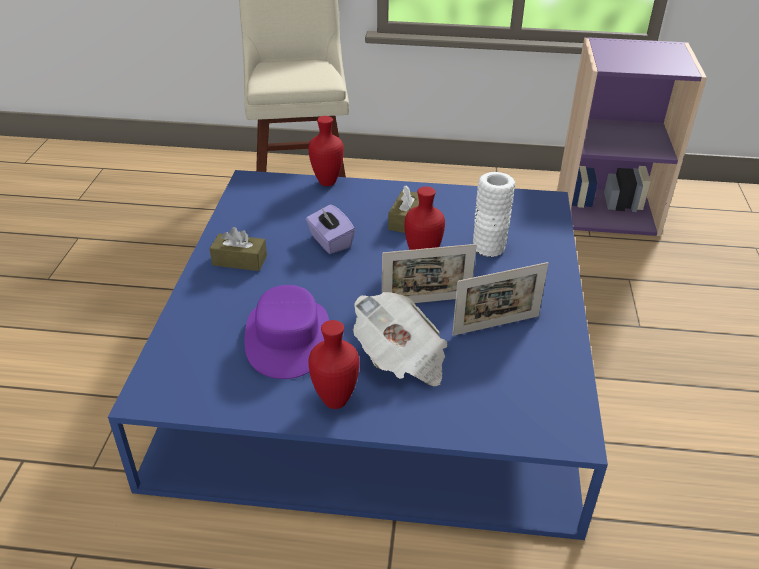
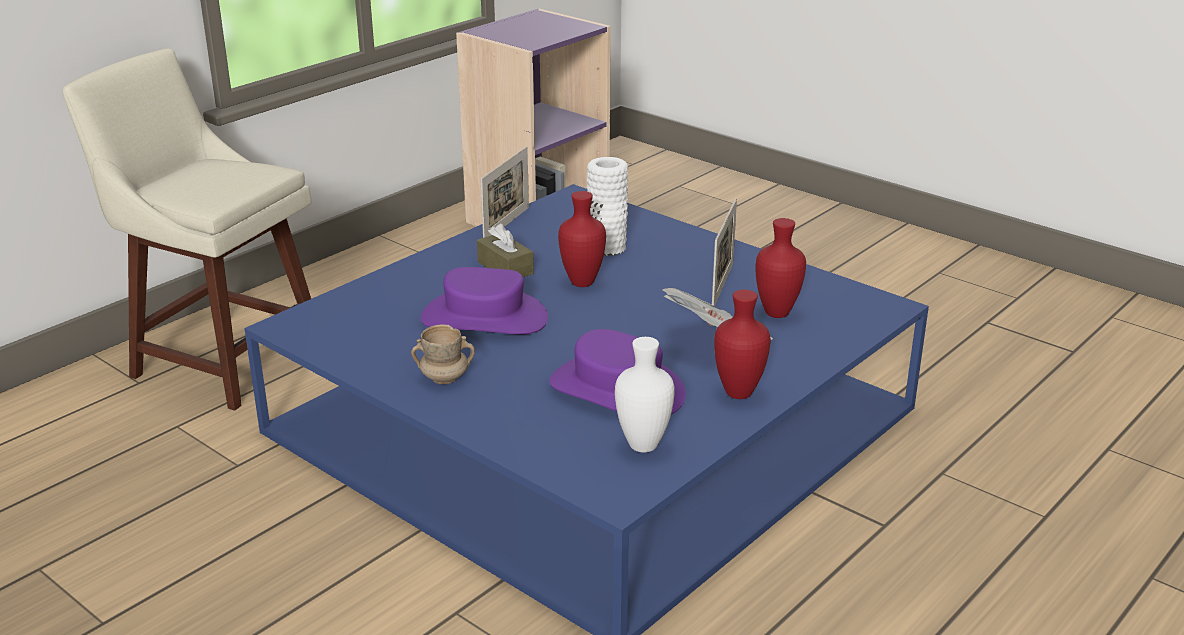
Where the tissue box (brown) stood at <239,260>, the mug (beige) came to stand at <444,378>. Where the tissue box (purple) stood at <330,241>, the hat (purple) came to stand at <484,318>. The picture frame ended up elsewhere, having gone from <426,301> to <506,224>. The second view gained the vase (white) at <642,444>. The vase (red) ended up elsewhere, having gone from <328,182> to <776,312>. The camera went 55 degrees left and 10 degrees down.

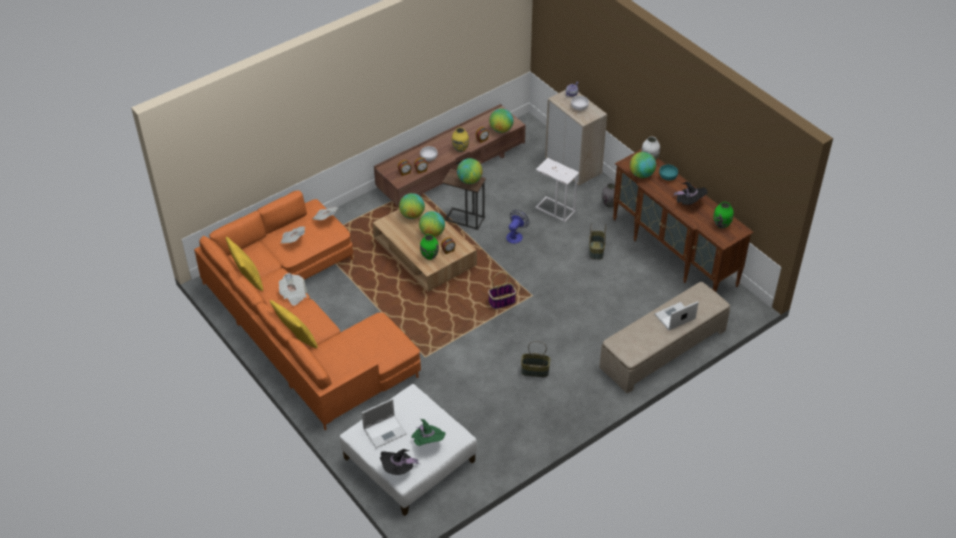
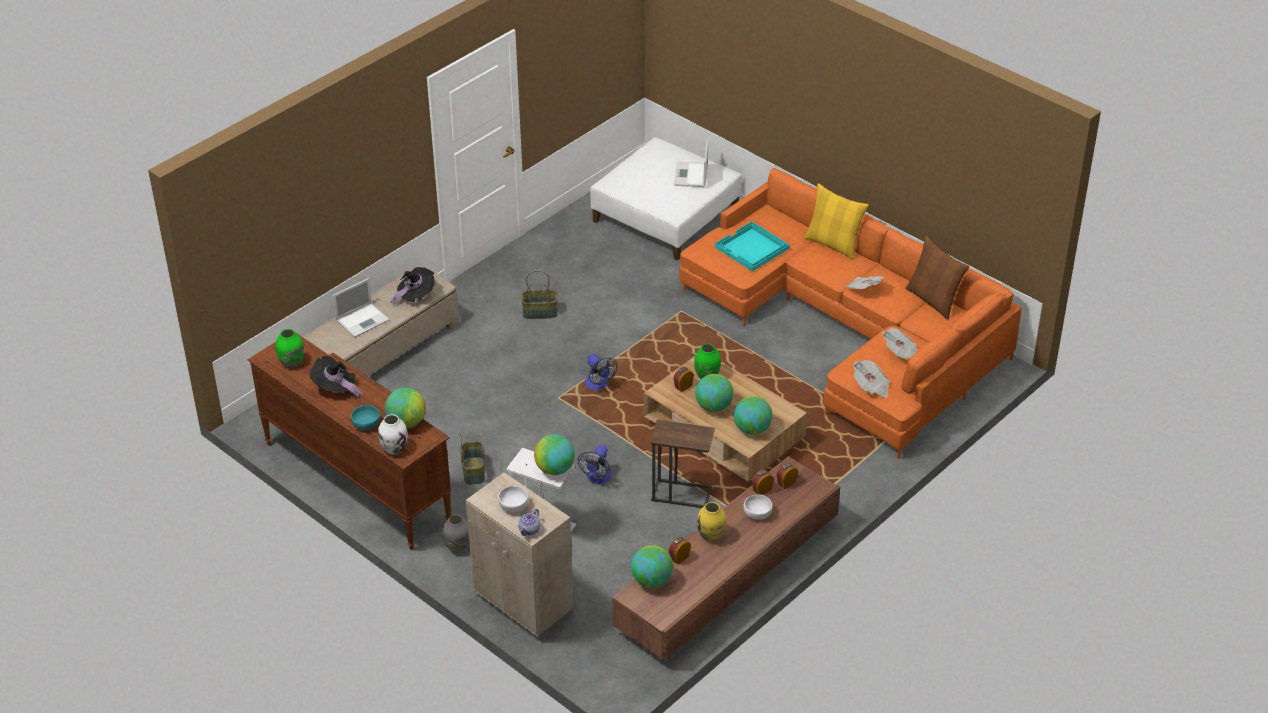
The hat (black) ended up elsewhere, having gone from <398,469> to <415,296>. The globe ended up elsewhere, having gone from <469,180> to <555,469>. Where the basket stood at <501,302>, the fan came to stand at <598,385>. The laptop at <385,431> ended up facing another way, 45 degrees counterclockwise from before. The second view gained the tray (turquoise) at <752,248>. What was the pillow (yellow) at <248,278> turned into the pillow (brown) at <933,300>. The second view lost the hat (green) at <428,442>. The camera went 170 degrees right and 5 degrees down.

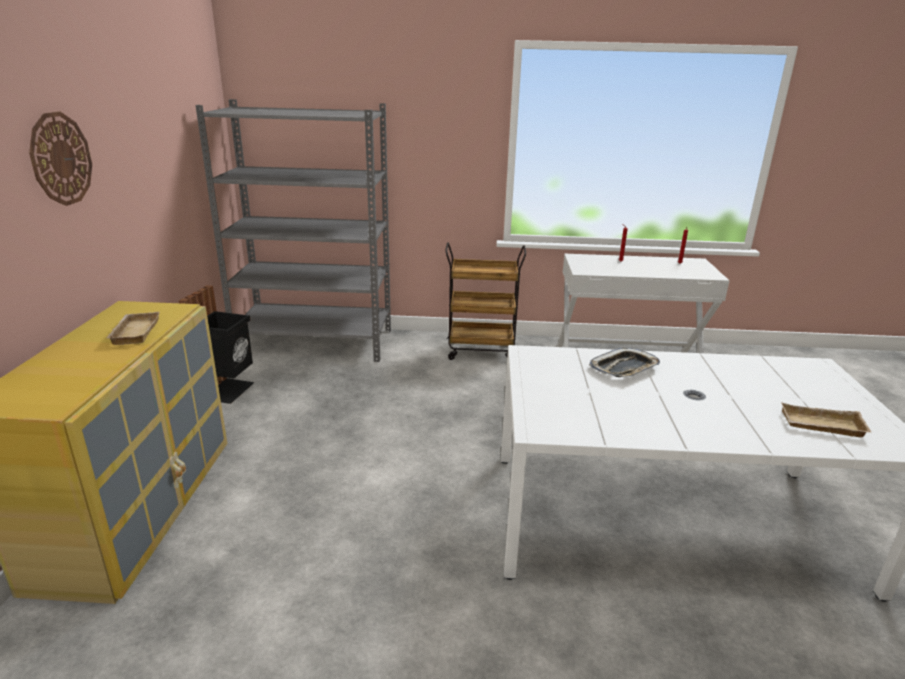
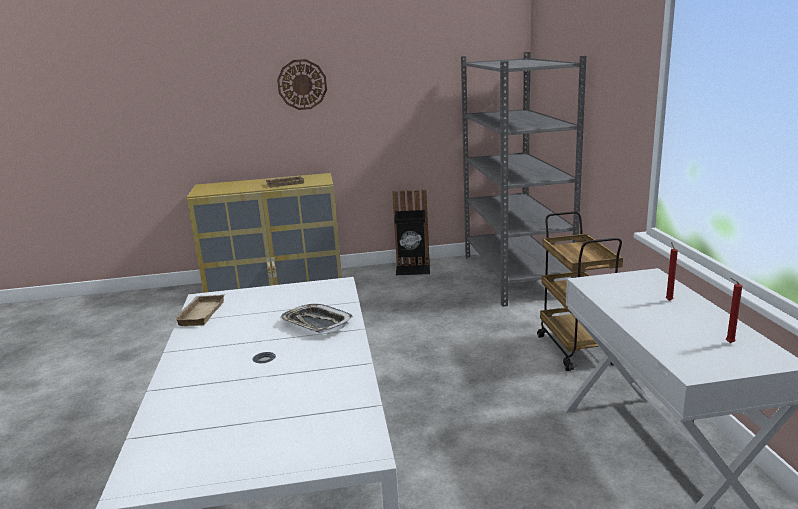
The tray (beige) ended up elsewhere, having gone from <821,426> to <200,313>. The camera went 80 degrees right and 5 degrees down.

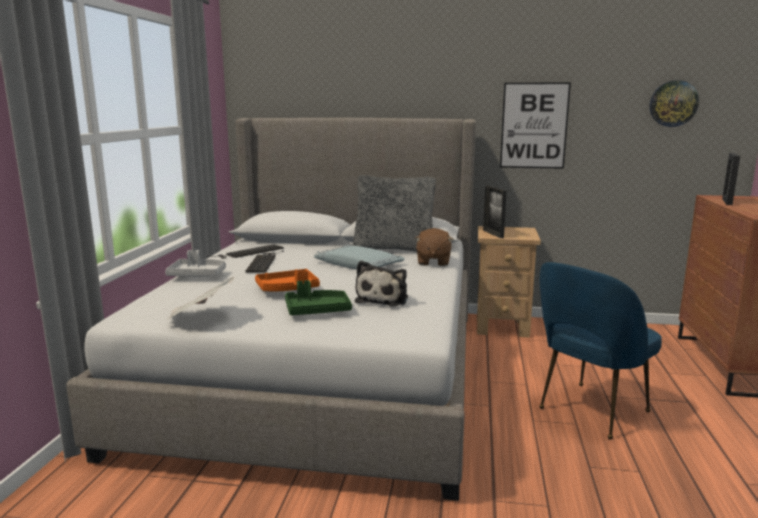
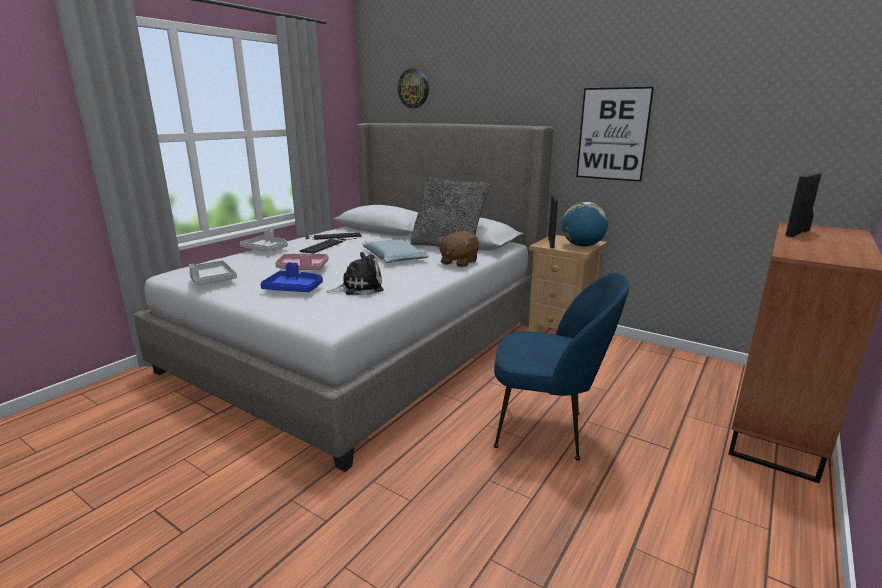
Where the newspaper stood at <200,316>, the tray (grey) came to stand at <212,280>. What was the tray (green) at <317,311> turned into the tray (blue) at <294,289>. What was the tray (orange) at <288,289> turned into the tray (pink) at <302,268>. The plush toy at <383,299> ended up facing another way, 150 degrees counterclockwise from before. The wall clock ended up elsewhere, having gone from <673,103> to <413,88>. The chair (blue) at <588,413> ended up facing another way, 150 degrees counterclockwise from before. The second view gained the globe at <582,246>. The camera went 25 degrees right and 5 degrees up.

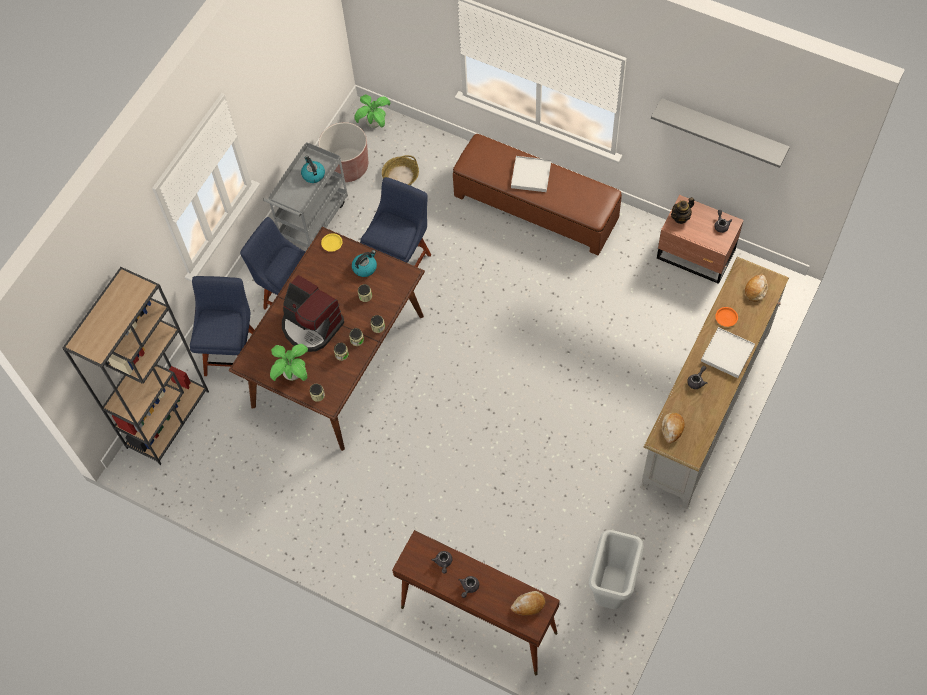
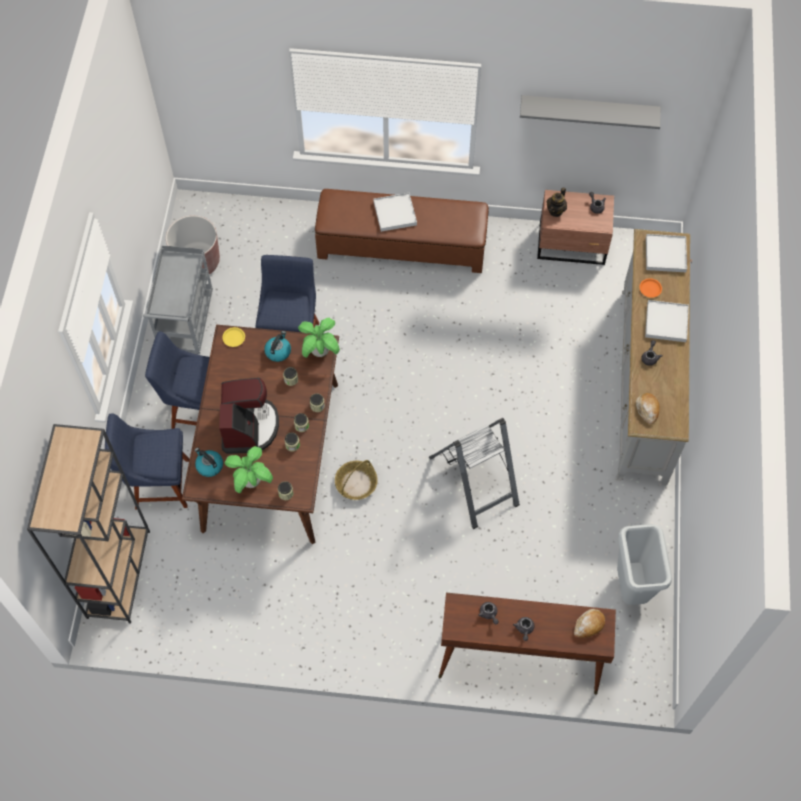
The chair (blue) at <233,352> ended up facing another way, 75 degrees counterclockwise from before. The kettle ended up elsewhere, having gone from <313,174> to <209,465>. The coffee machine at <311,326> ended up facing another way, 105 degrees counterclockwise from before. The potted plant ended up elsewhere, having gone from <374,124> to <320,352>. The basket ended up elsewhere, having gone from <400,176> to <356,483>. The second view gained the step ladder (grey) at <474,481>. Where the bread stood at <755,290>, the tray (white) came to stand at <665,254>. The camera went 25 degrees left and 0 degrees up.

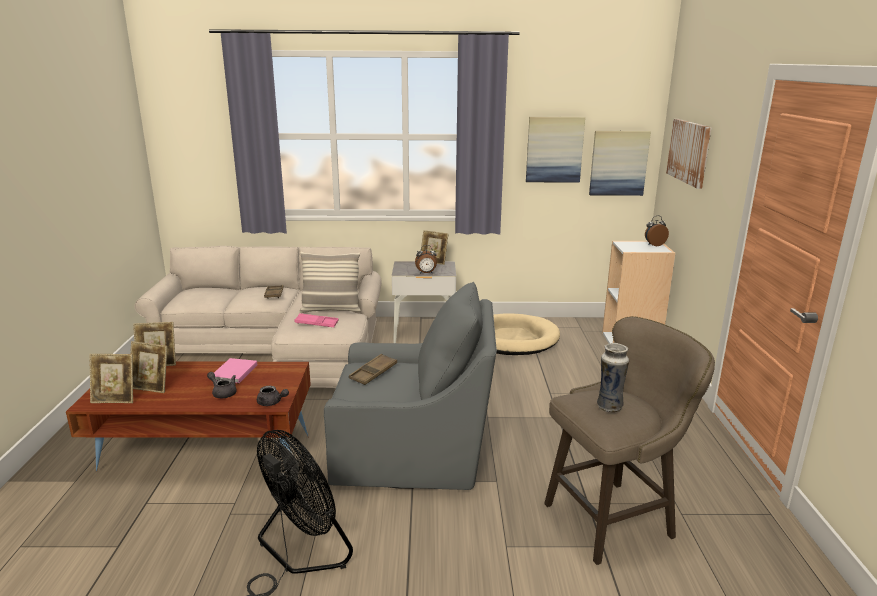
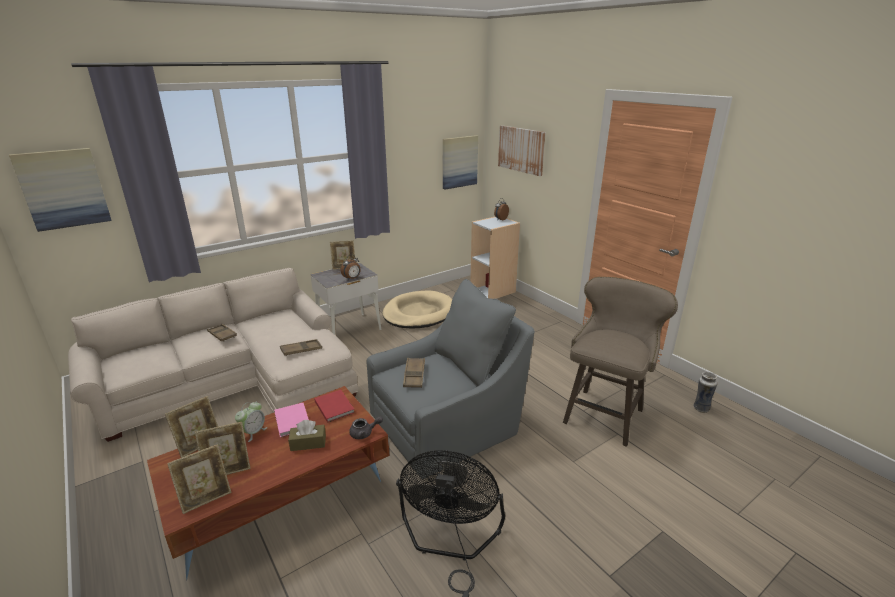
The picture ended up elsewhere, having gone from <554,149> to <63,189>. The second view gained the alarm clock at <253,432>. What was the tray (pink) at <316,323> turned into the tray (brown) at <301,350>. Where the teapot (grey) stood at <223,392>, the tissue box (brown) came to stand at <308,443>. The second view gained the book (red) at <334,406>. The vase ended up elsewhere, having gone from <609,406> to <700,408>. The second view lost the pillow at <331,310>. The camera went 35 degrees left and 5 degrees up.

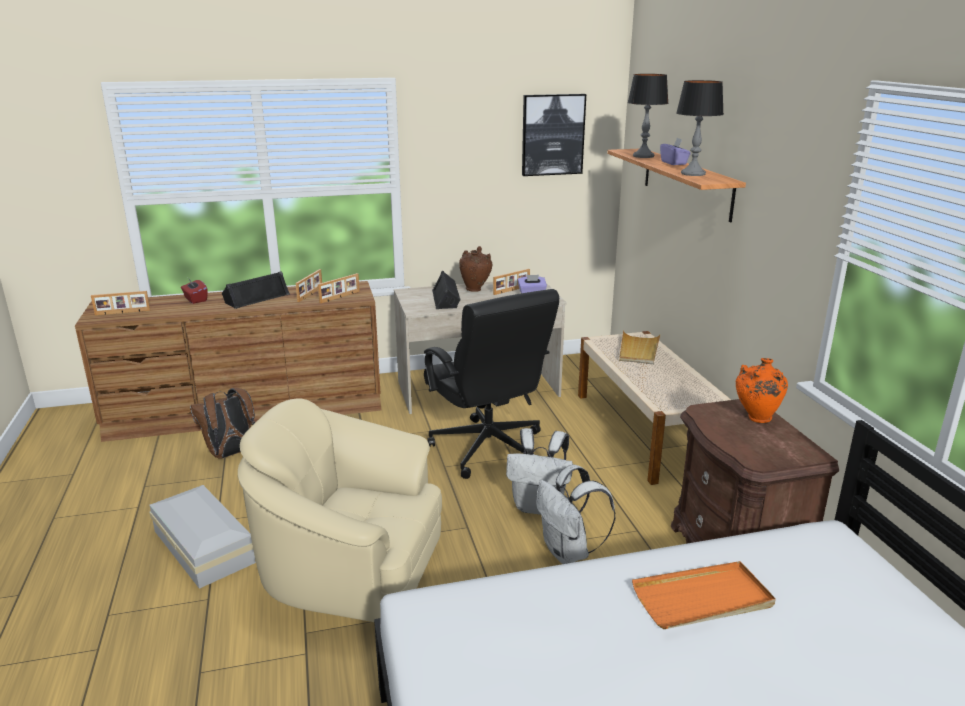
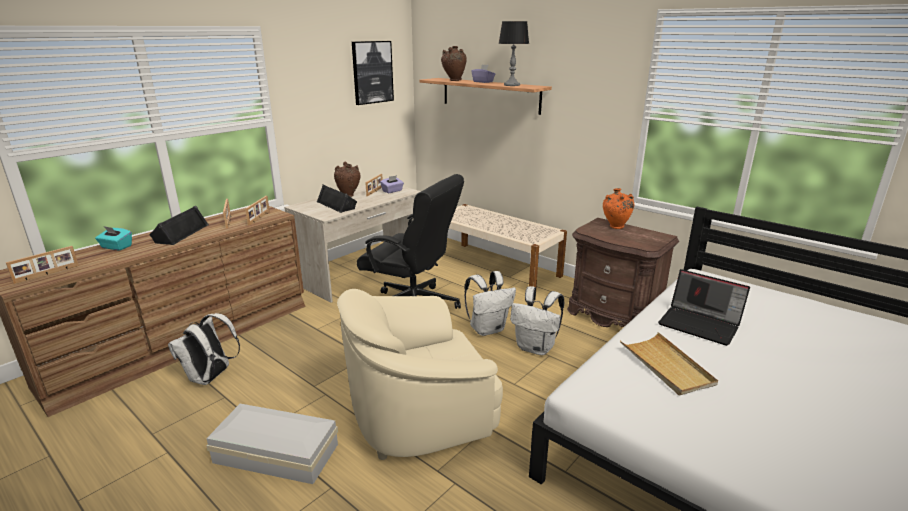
What was the tissue box (red) at <195,299> turned into the tissue box (turquoise) at <116,247>. What was the backpack (brown) at <231,453> turned into the backpack (white) at <210,378>. Where the table lamp stood at <643,156>, the vase (brown) came to stand at <454,80>. The tray (beige) ended up elsewhere, having gone from <638,350> to <666,366>. Where the tray (orange) stood at <703,599>, the laptop came to stand at <700,324>. The camera went 35 degrees left and 0 degrees up.

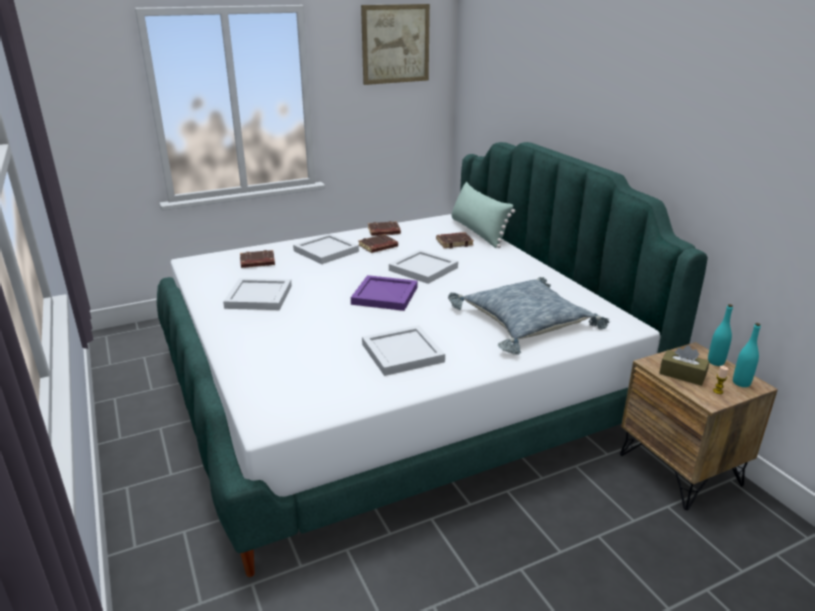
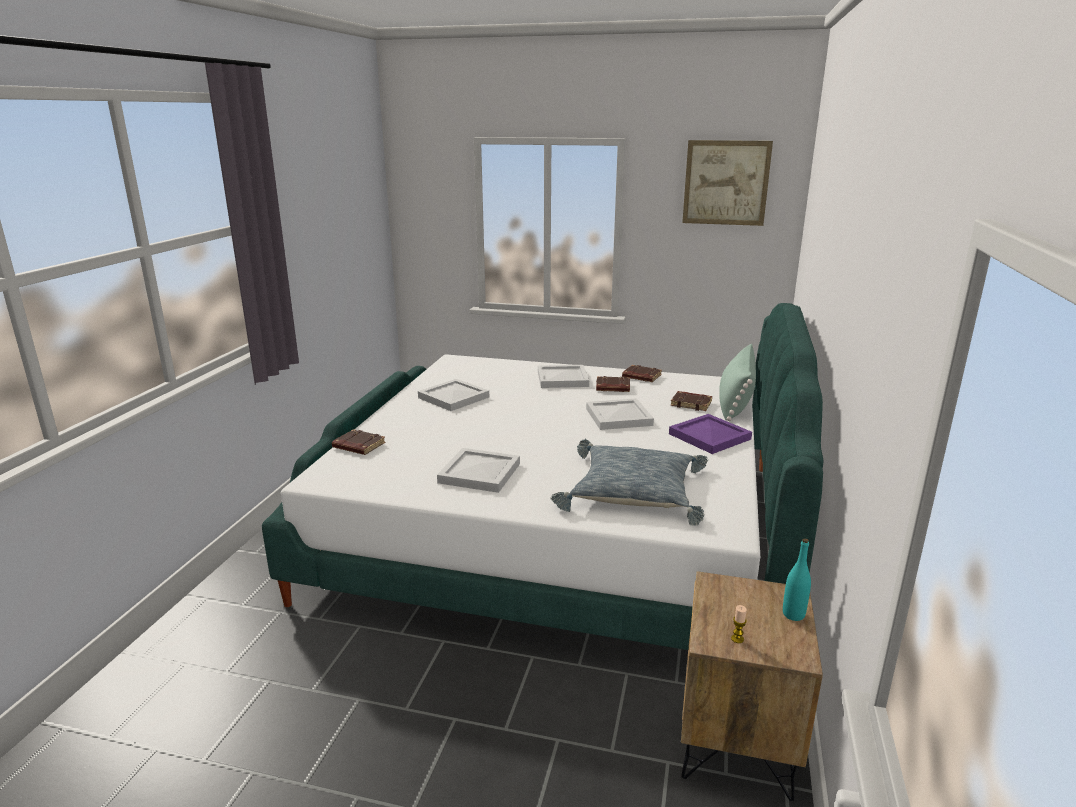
The book (brown) ended up elsewhere, having gone from <257,262> to <358,446>. The tray (purple) ended up elsewhere, having gone from <385,296> to <709,437>. The second view lost the tissue box (brown) at <682,374>. The second view lost the bottle (turquoise) at <741,383>. The camera went 40 degrees right and 5 degrees down.

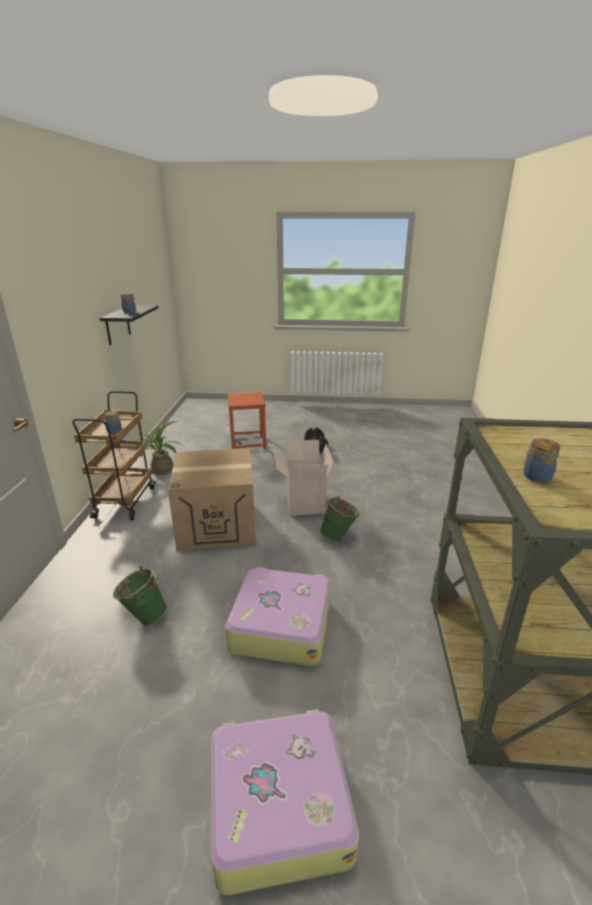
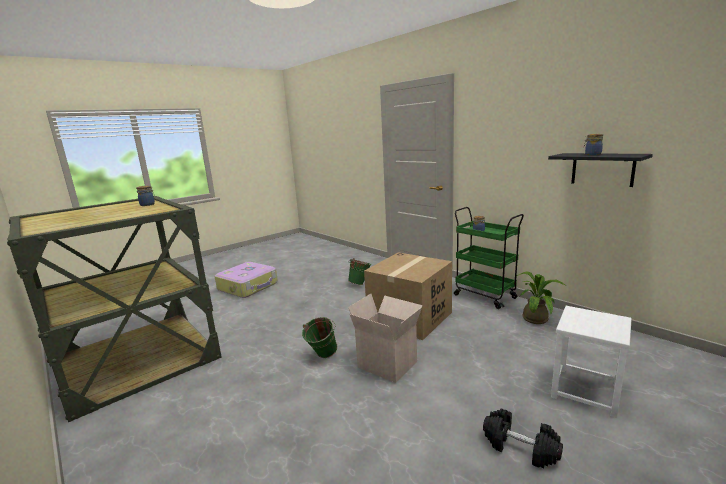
What was the cart (brown) at <125,502> turned into the cart (green) at <485,296>. What was the stool (brown) at <248,442> turned into the stool (white) at <585,391>. The second view lost the suitcase at <281,624>. The camera went 135 degrees right and 10 degrees down.

